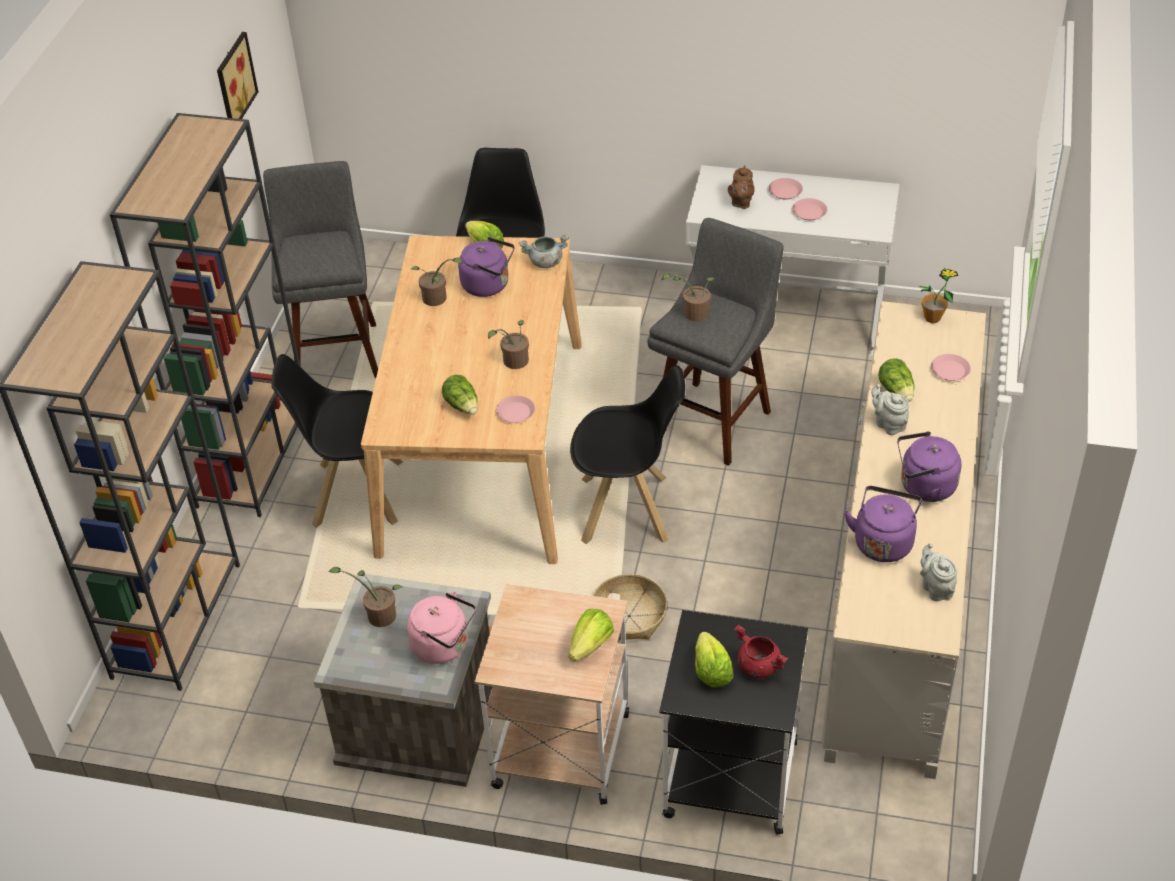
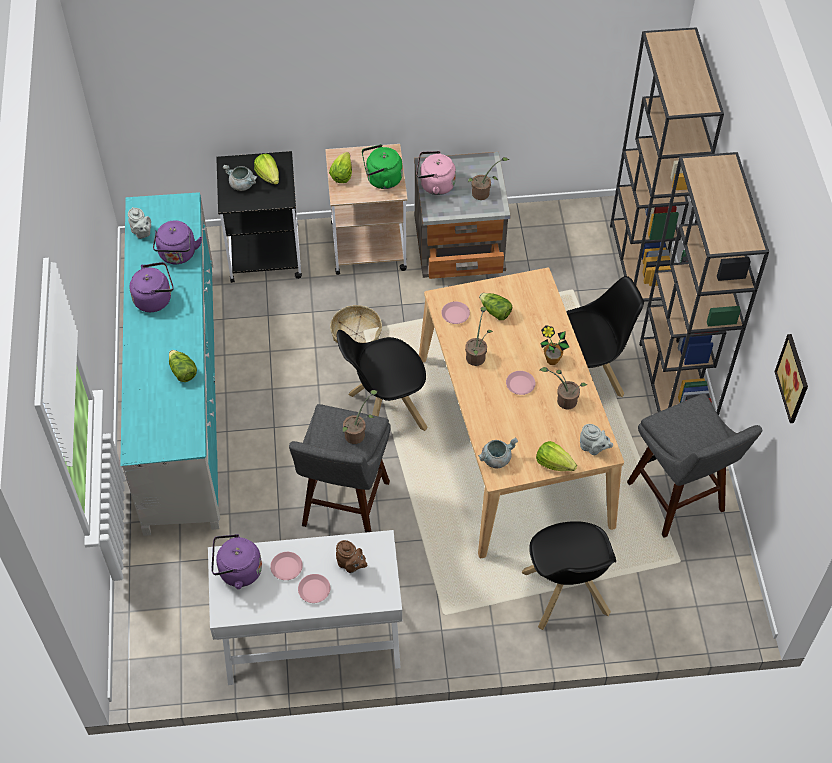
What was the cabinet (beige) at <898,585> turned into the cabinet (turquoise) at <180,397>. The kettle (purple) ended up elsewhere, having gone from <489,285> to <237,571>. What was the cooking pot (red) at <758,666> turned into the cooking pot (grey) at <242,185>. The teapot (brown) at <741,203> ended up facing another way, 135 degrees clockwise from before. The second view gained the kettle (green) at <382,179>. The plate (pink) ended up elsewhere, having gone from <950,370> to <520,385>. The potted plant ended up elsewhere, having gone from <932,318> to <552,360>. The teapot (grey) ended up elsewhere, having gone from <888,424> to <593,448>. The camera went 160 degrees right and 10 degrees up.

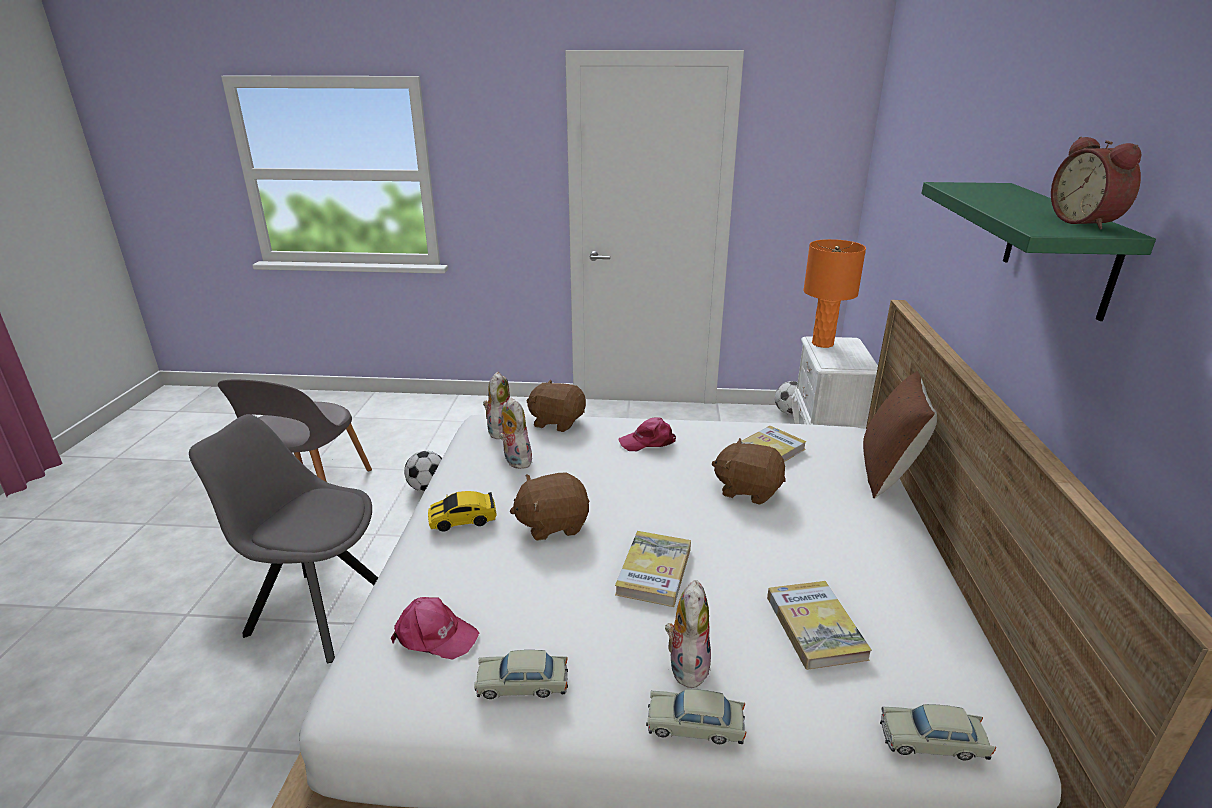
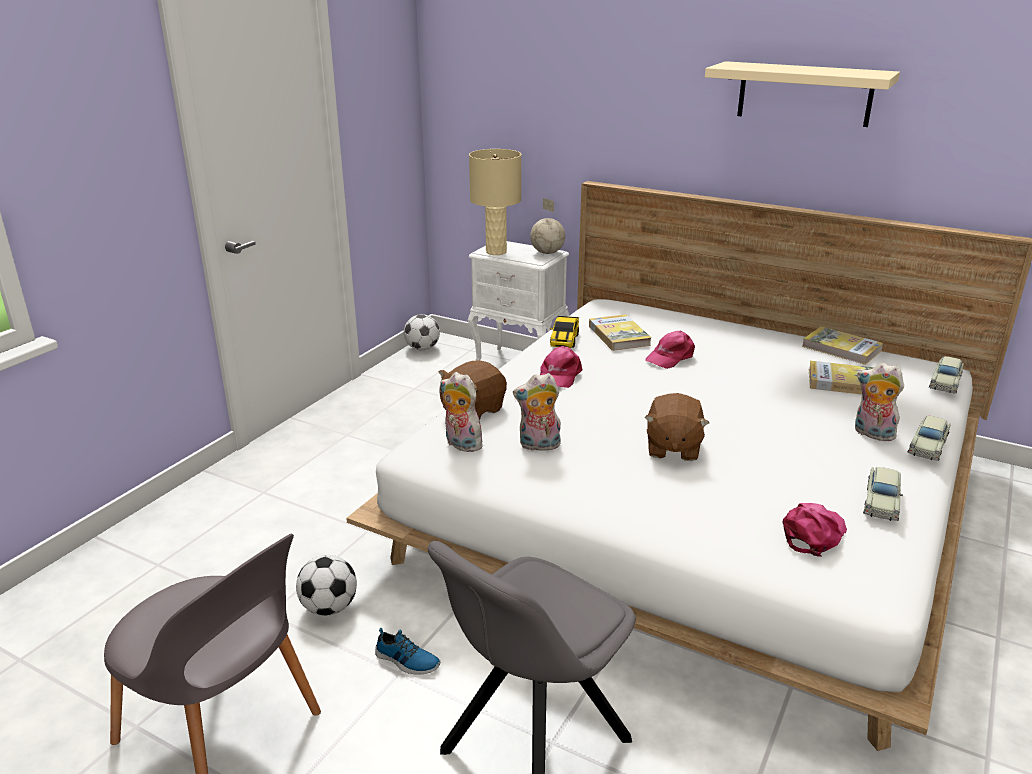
The second view gained the shoe at <406,661>. What was the table lamp (orange) at <823,344> turned into the table lamp (beige) at <496,252>. The second view gained the globe at <547,252>. The toy car ended up elsewhere, having gone from <463,520> to <564,340>. Where the plush toy (brown) stood at <747,489>, the cap (pink) came to stand at <670,357>. What was the shelf (green) at <1059,247> turned into the shelf (beige) at <804,94>. The book ended up elsewhere, having gone from <654,571> to <841,348>. The second view lost the pillow (brown) at <888,473>. The second view lost the alarm clock at <1086,222>. The camera went 65 degrees left and 0 degrees up.

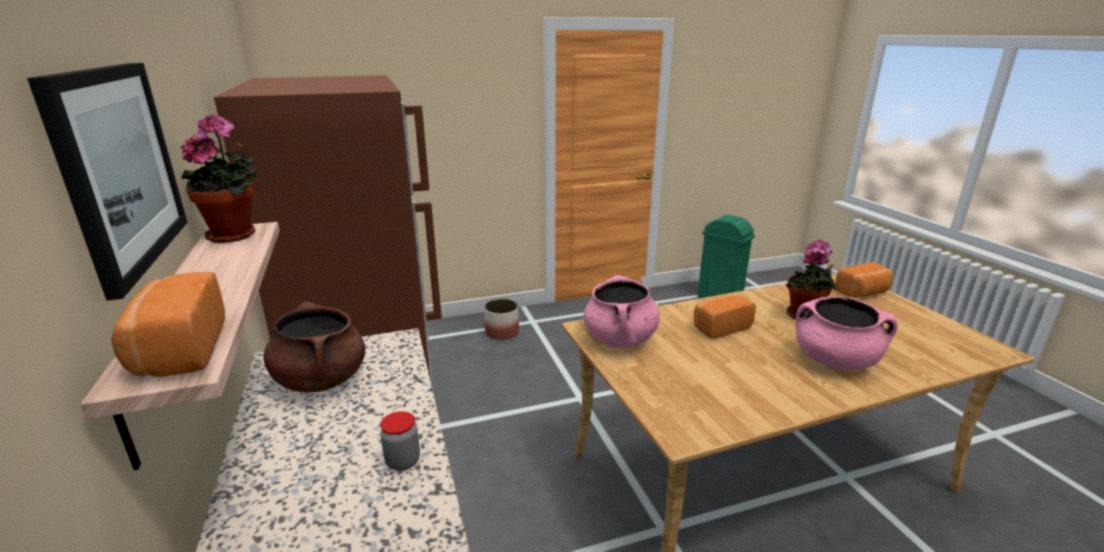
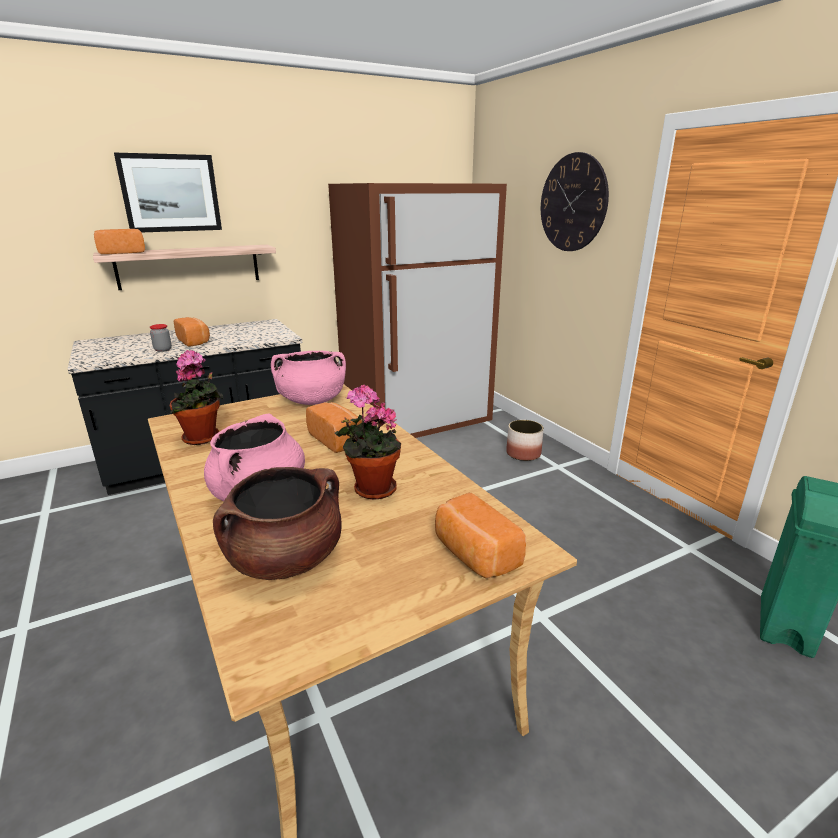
The potted plant ended up elsewhere, having gone from <236,234> to <203,439>. The second view gained the bread at <194,341>. The cooking pot (brown) ended up elsewhere, having gone from <321,379> to <286,559>. The second view gained the wall clock at <573,203>. The camera went 80 degrees right and 0 degrees up.

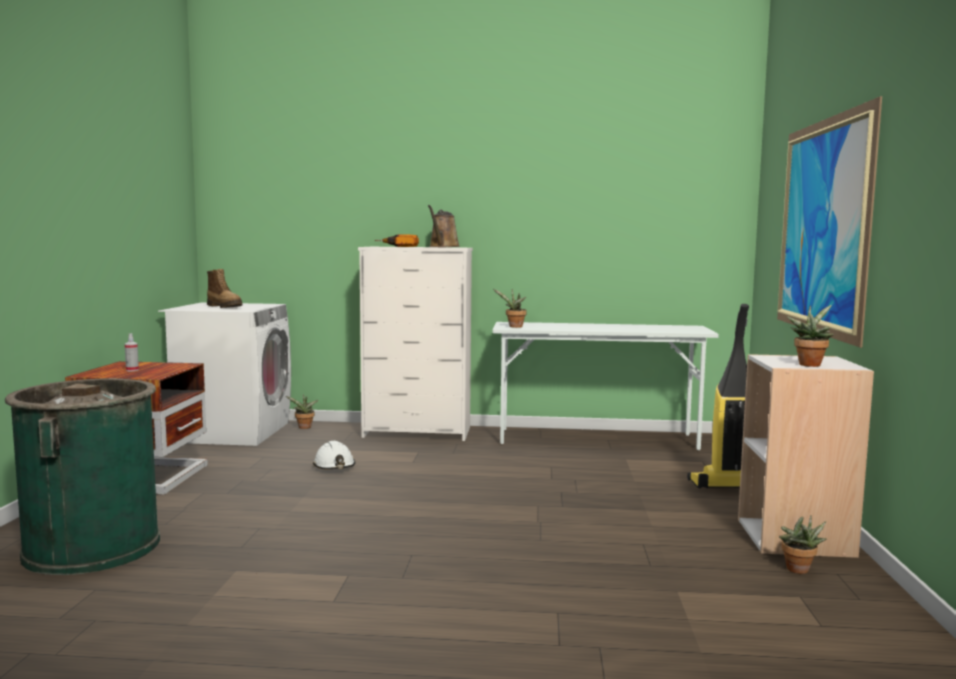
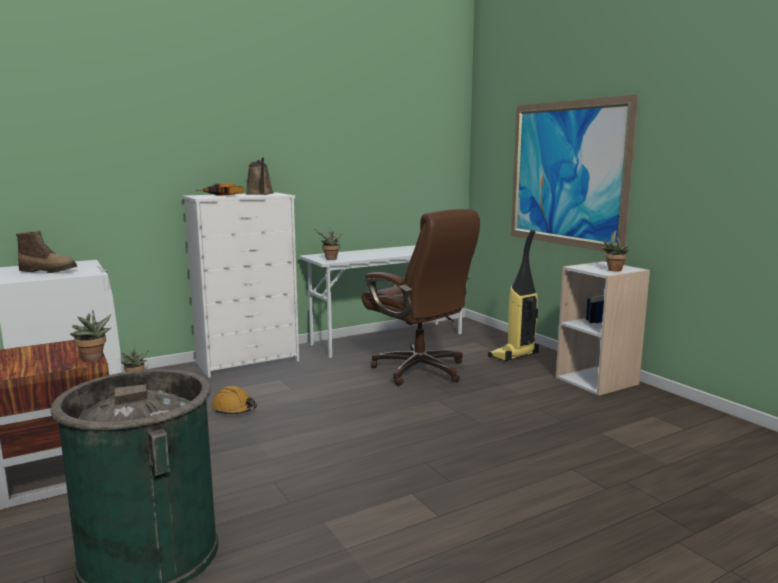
The potted plant ended up elsewhere, having gone from <799,571> to <93,360>. What was the hard hat (white) at <334,466> turned into the hard hat (orange) at <234,409>. The second view gained the office chair (brown) at <417,369>. The second view lost the spray bottle at <132,370>. The camera went 35 degrees left and 5 degrees up.

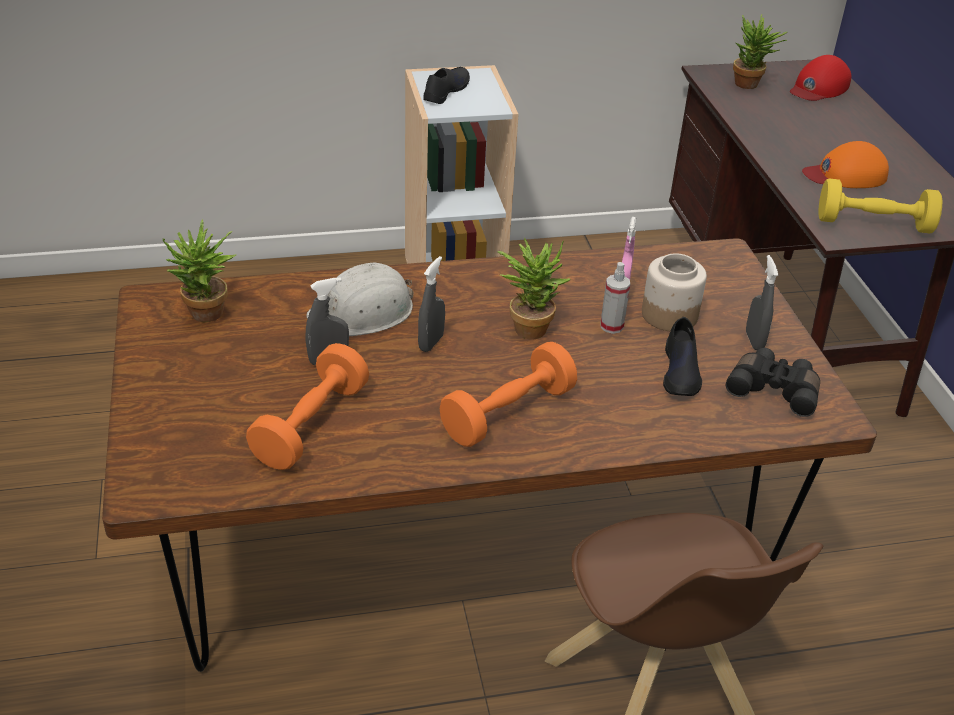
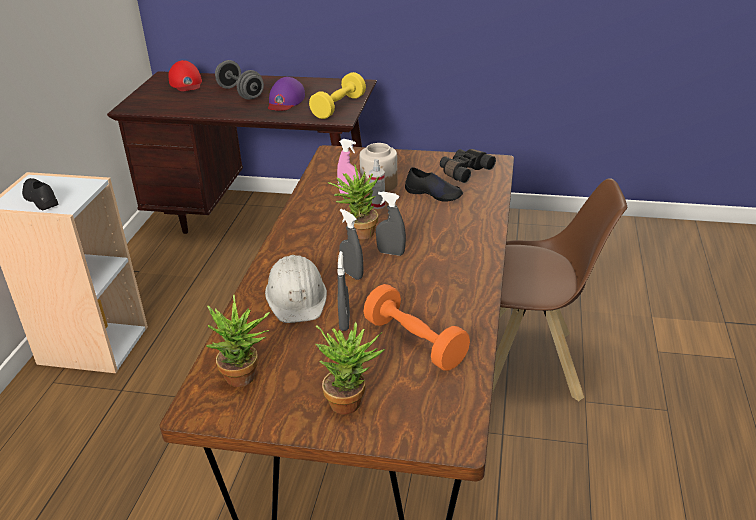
The second view gained the dumbbell (grey) at <240,93>. What was the cap (orange) at <845,175> turned into the cap (purple) at <285,101>. The potted plant ended up elsewhere, having gone from <750,86> to <351,402>. The spray bottle (grey) ended up elsewhere, having gone from <754,341> to <391,253>. The second view lost the dumbbell (orange) at <508,413>. The camera went 65 degrees left and 5 degrees down.

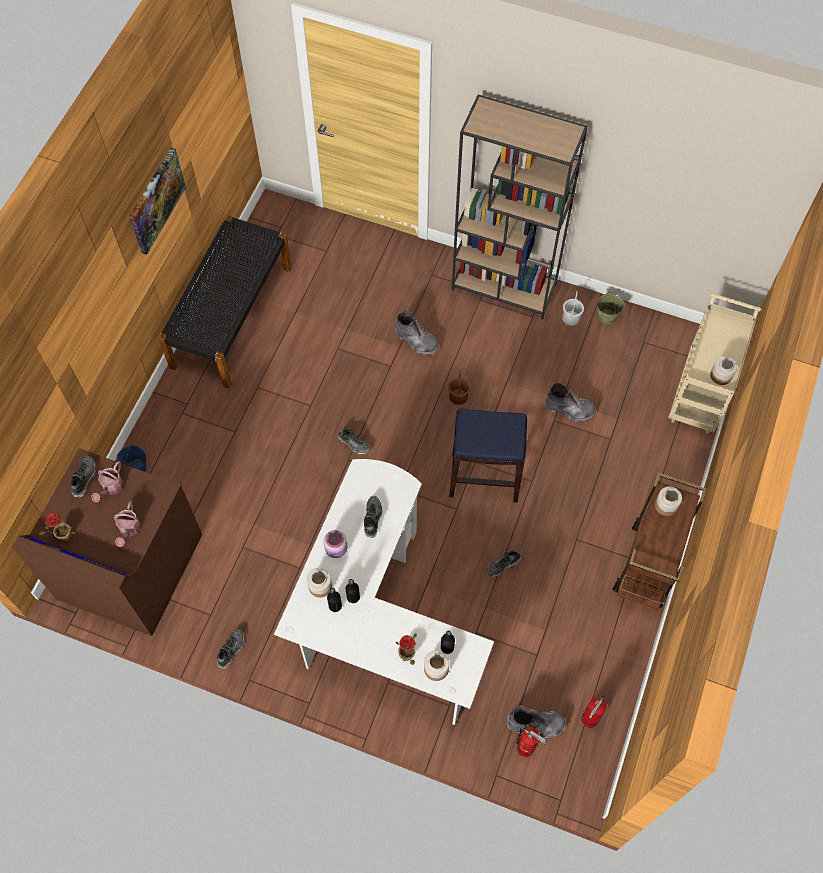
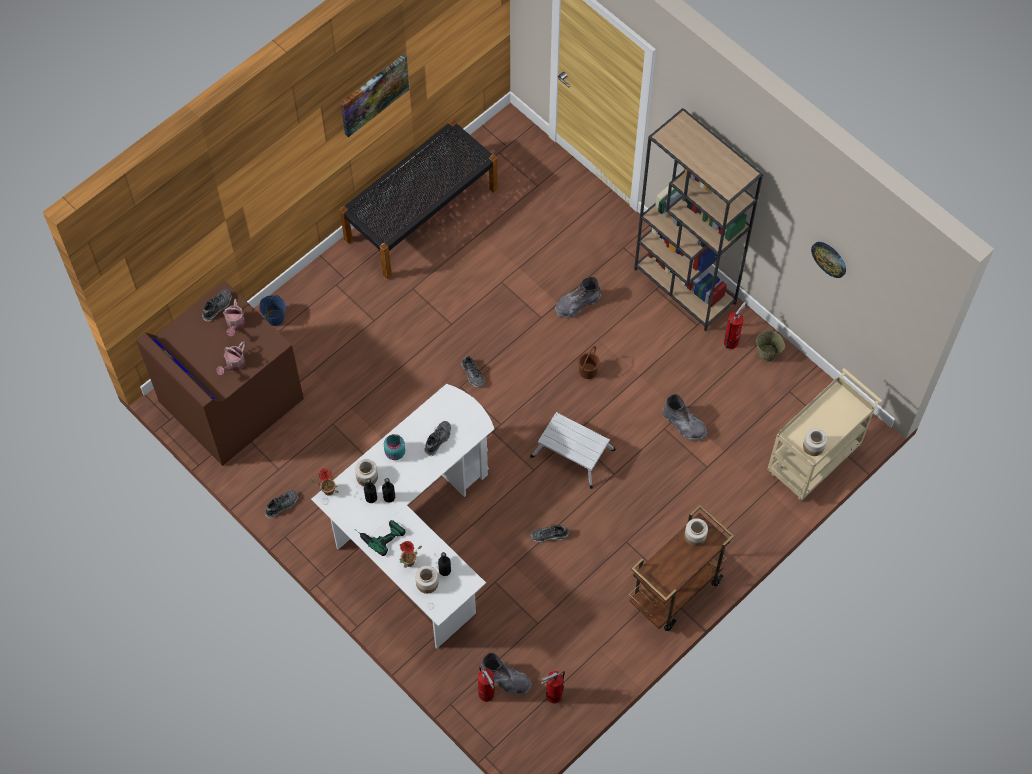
The watering can at <111,488> ended up facing another way, 45 degrees counterclockwise from before. The potted plant ended up elsewhere, having gone from <63,538> to <326,492>. The second view gained the power drill at <379,533>. What was the jar (pink) at <336,550> turned into the jar (turquoise) at <395,453>. Where the stool stood at <484,477>, the step ladder (white) came to stand at <573,453>. The boot (grey) at <417,341> ended up facing another way, 90 degrees clockwise from before. Where the bucket (white) stood at <570,318>, the fire extinguisher came to stand at <732,340>. The second view gained the wall clock at <829,258>. The camera went 25 degrees right and 0 degrees up.

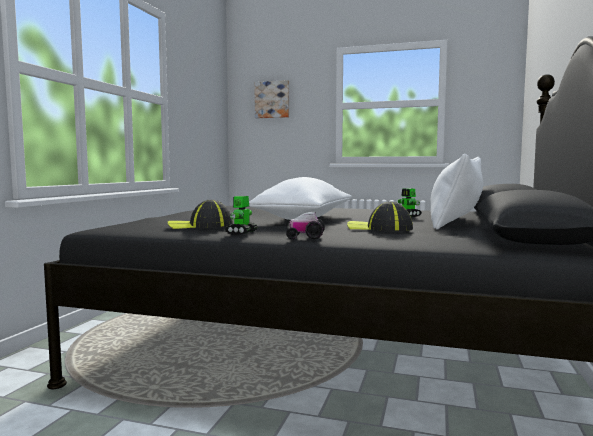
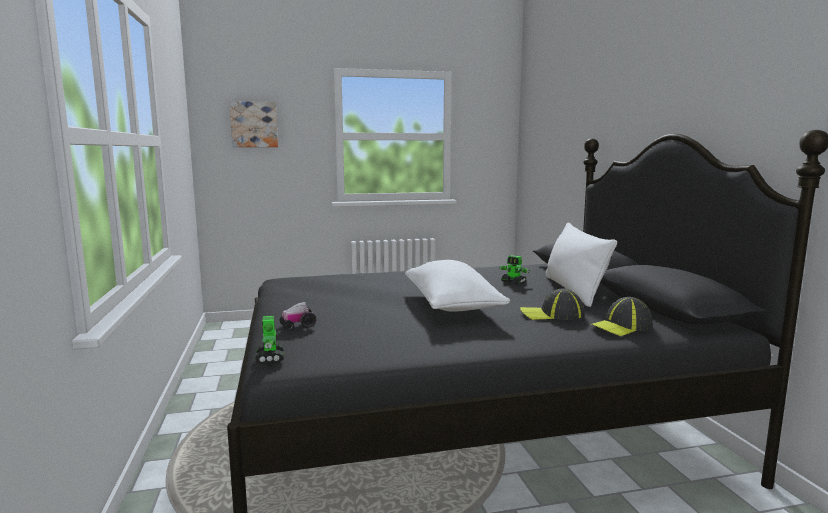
The toy robot ended up elsewhere, having gone from <241,233> to <270,358>. The toy car ended up elsewhere, having gone from <305,237> to <298,326>. The cap ended up elsewhere, having gone from <201,226> to <621,326>. The camera went 30 degrees left and 5 degrees up.

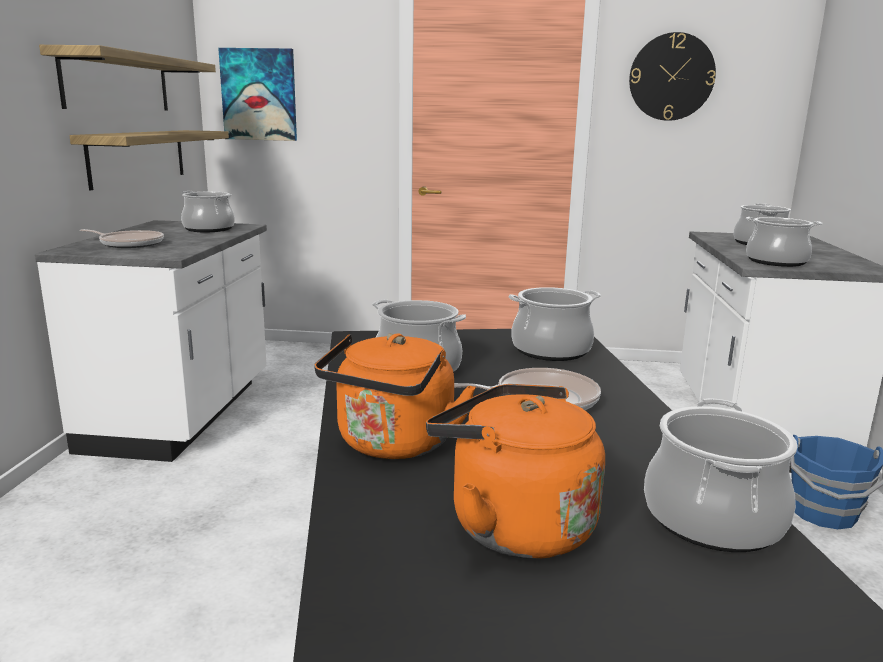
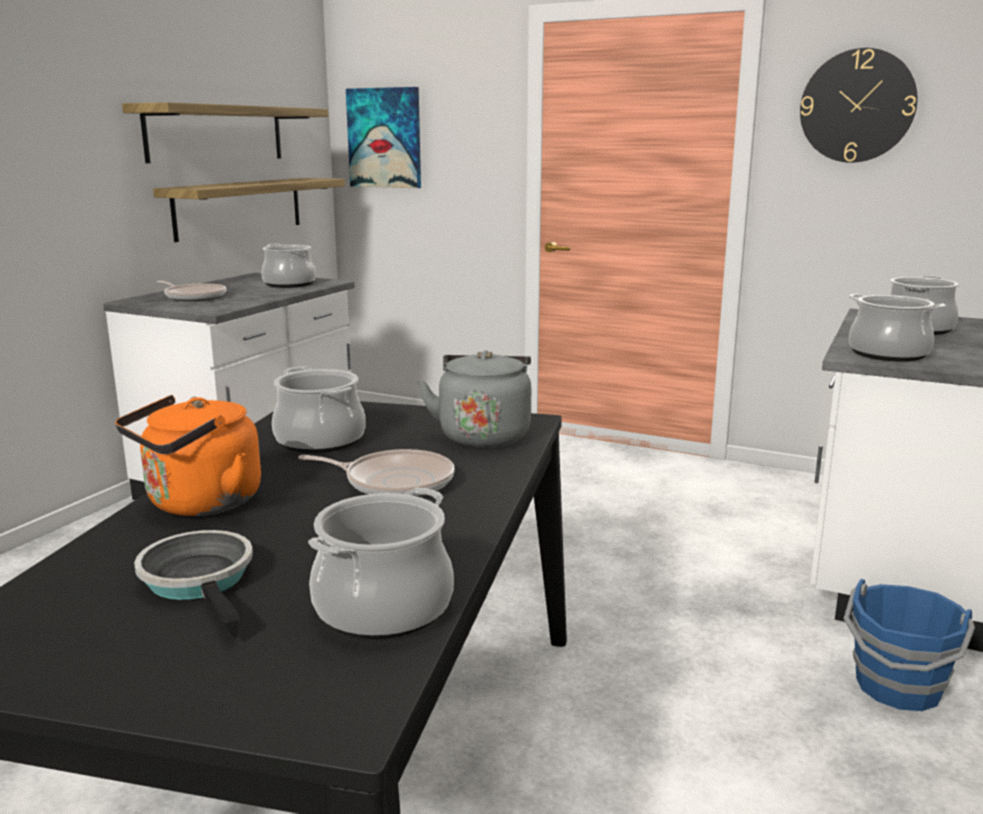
Where the kettle (orange) stood at <513,524>, the frying pan came to stand at <201,582>. Where the cooking pot stood at <551,350>, the kettle (grey) came to stand at <484,435>. The camera went 20 degrees right and 0 degrees up.

